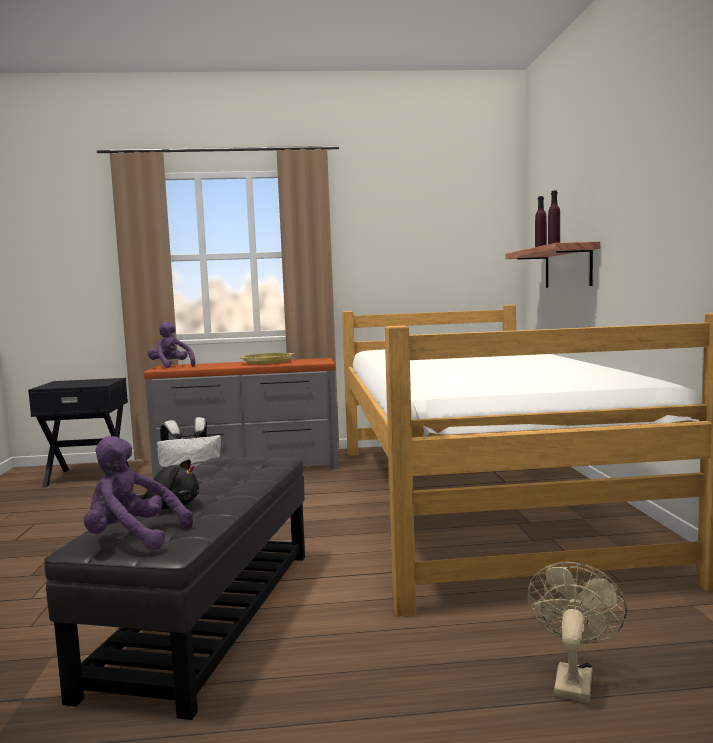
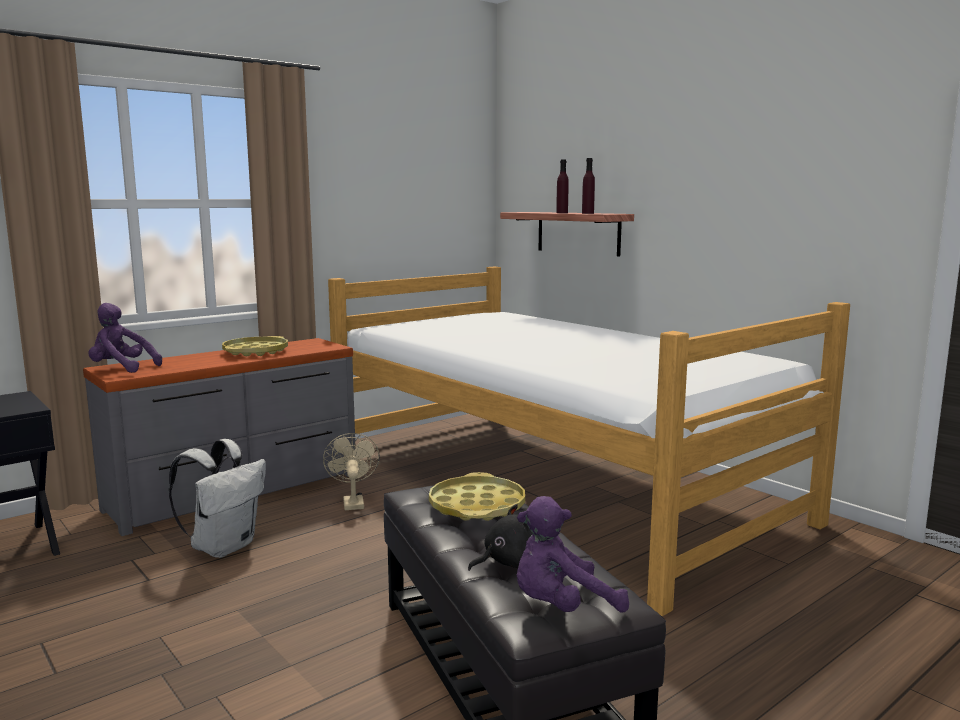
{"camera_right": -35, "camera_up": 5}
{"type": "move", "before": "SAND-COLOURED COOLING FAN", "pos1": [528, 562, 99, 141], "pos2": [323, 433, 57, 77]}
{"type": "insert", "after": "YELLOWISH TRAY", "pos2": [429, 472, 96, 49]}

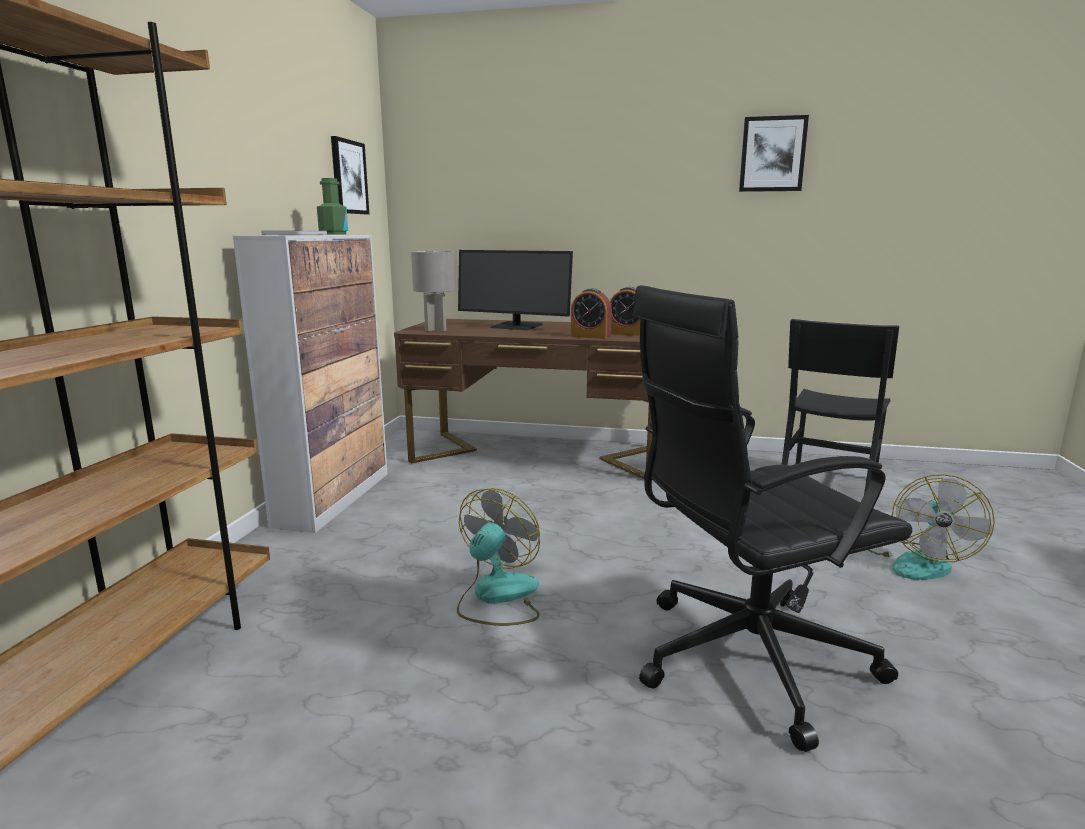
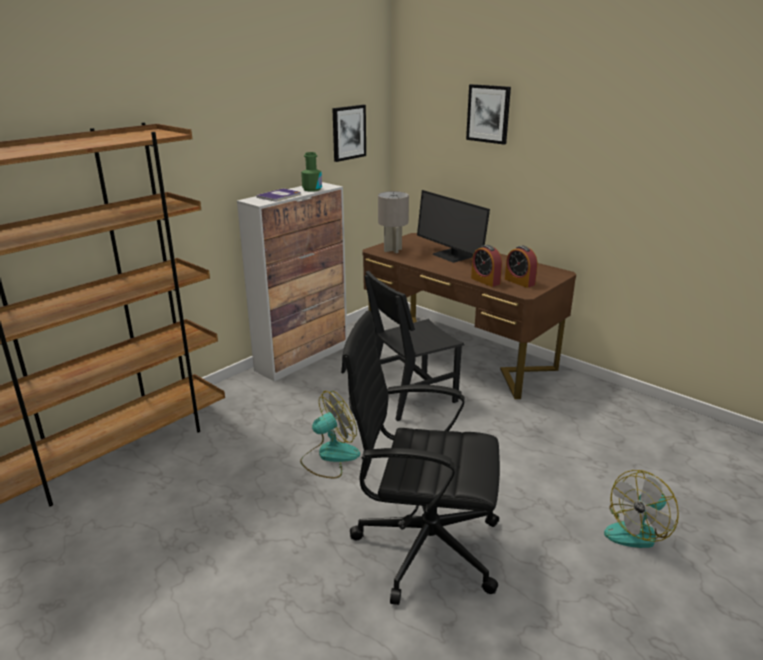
{"camera_right": 30, "camera_up": 10}
{"type": "move", "before": "WALL PICTURE", "pos1": [739, 115, 70, 77], "pos2": [466, 84, 45, 61]}
{"type": "move", "before": "BLACK-COLOURED UPRIGHT CHAIR", "pos1": [781, 319, 118, 175], "pos2": [364, 271, 101, 150]}

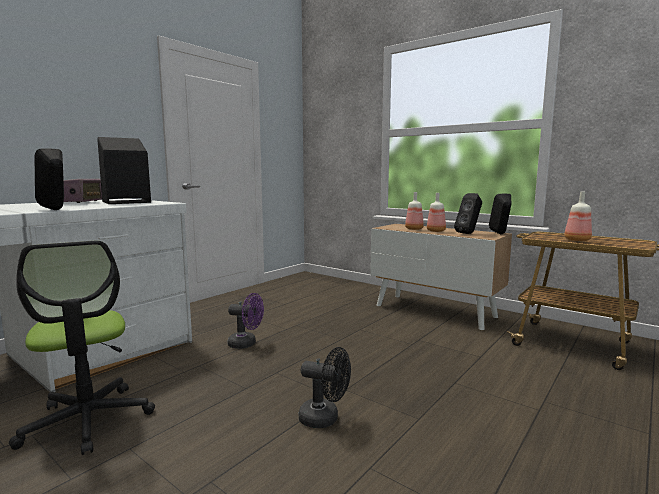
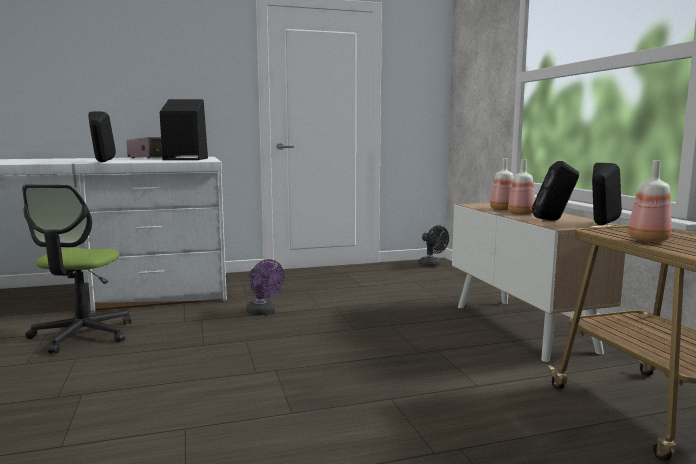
{"camera_right": 35, "camera_up": 0}
{"type": "move", "before": "BLACK-COLOURED COOLING FAN", "pos1": [299, 347, 52, 81], "pos2": [419, 225, 30, 42]}

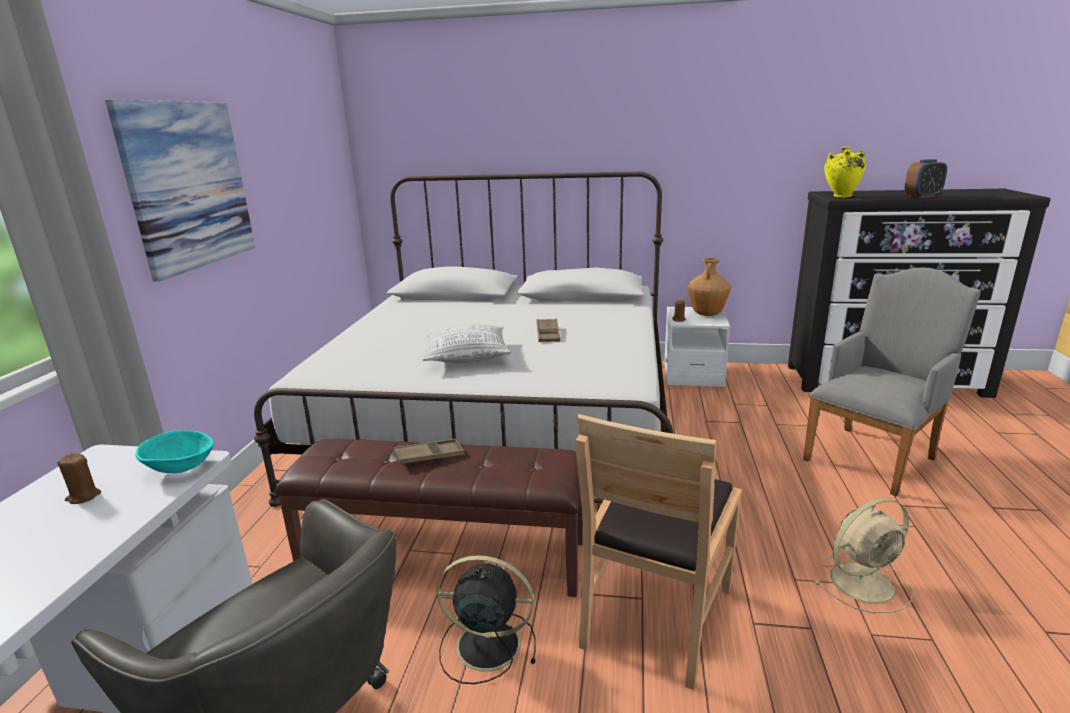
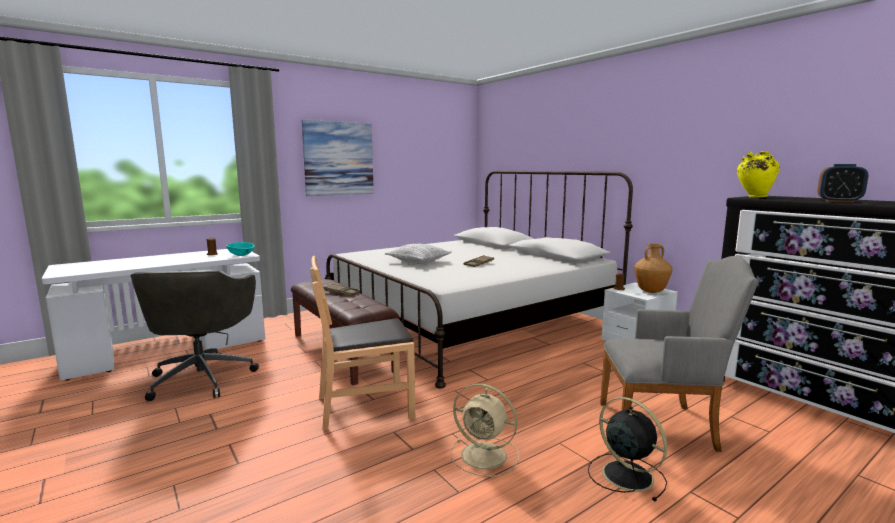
{"camera_right": 45, "camera_up": -10}
{"type": "move", "before": "BLACK-COLOURED COOLING FAN", "pos1": [437, 555, 98, 129], "pos2": [588, 397, 79, 104]}

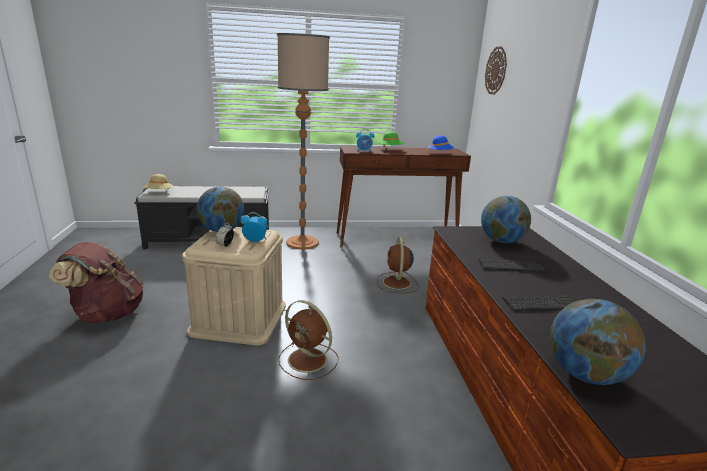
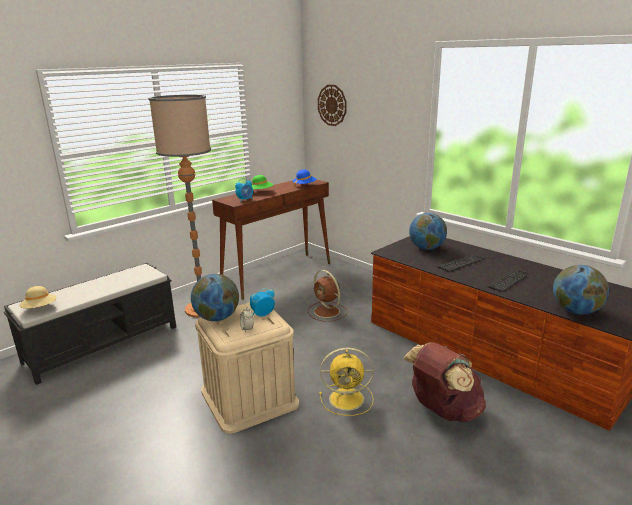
{"camera_right": -35, "camera_up": 0}
{"type": "move", "before": "BROWN BACKPACK", "pos1": [49, 242, 95, 81], "pos2": [403, 342, 83, 80]}
{"type": "recolor", "before": "BROWN COOLING FAN", "after": "YELLOWISH COOLING FAN", "pos1": [278, 300, 61, 80], "pos2": [319, 348, 55, 68]}

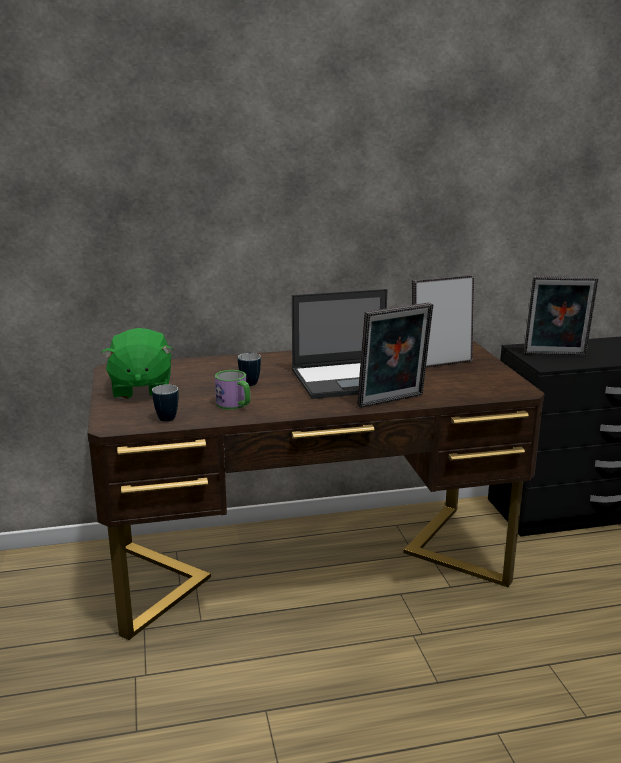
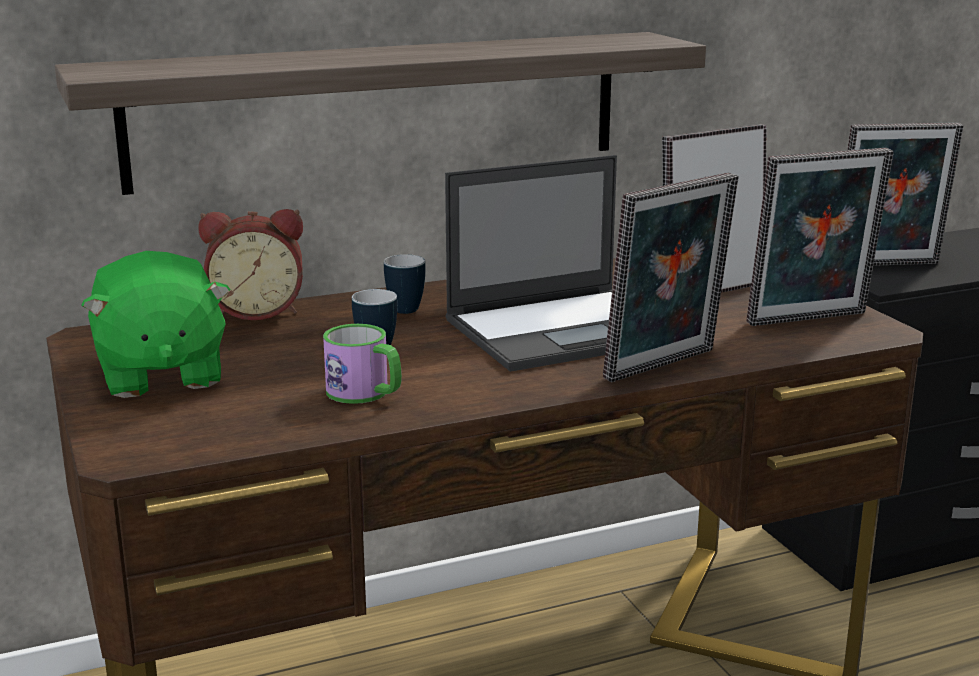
{"camera_right": -10, "camera_up": 0}
{"type": "move", "before": "TEA MUG", "pos1": [152, 384, 27, 38], "pos2": [384, 254, 42, 60]}
{"type": "insert", "after": "WALL SHELF", "pos2": [55, 32, 651, 163]}
{"type": "insert", "after": "PICTURE FRAME", "pos2": [747, 148, 147, 178]}
{"type": "insert", "after": "ALARM CLOCK", "pos2": [198, 209, 105, 111]}

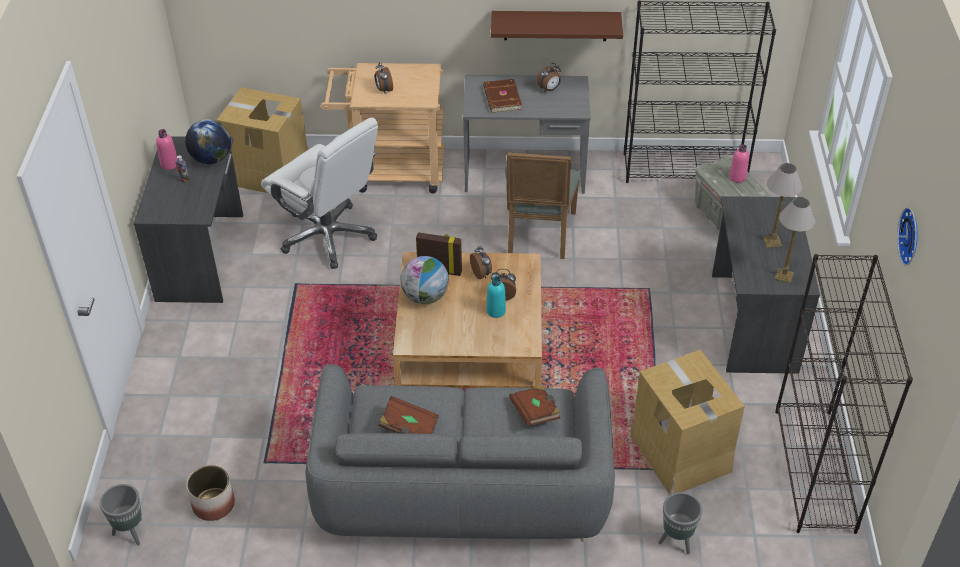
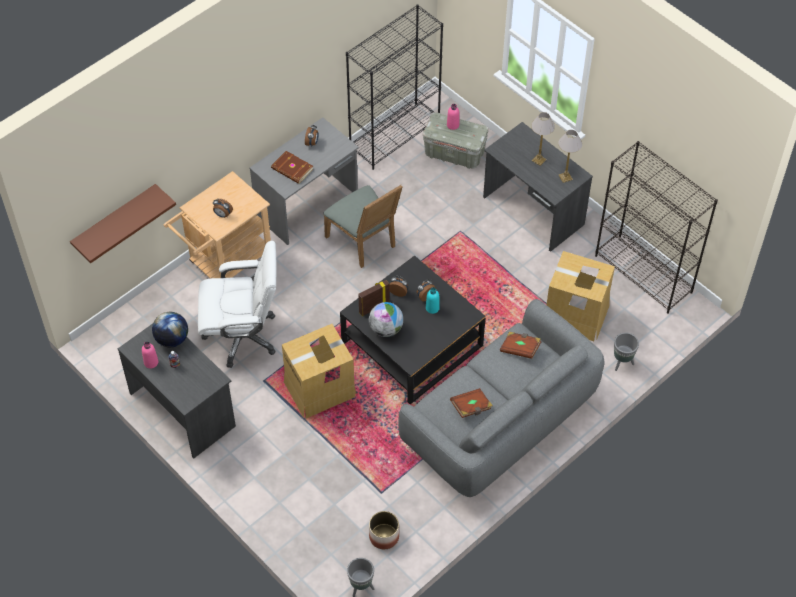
{"camera_right": -45, "camera_up": 10}
{"type": "move", "before": "BROWN WALL SHELF", "pos1": [491, 11, 132, 30], "pos2": [70, 184, 106, 79]}
{"type": "move", "before": "CARDBOARD BOX", "pos1": [217, 87, 91, 106], "pos2": [282, 324, 74, 94]}
{"type": "delete", "before": "HANGING CLOCK", "pos1": [897, 207, 21, 59]}
{"type": "recolor", "before": "SAND-COLOURED LOW TABLE", "after": "BLACK-COLOURED LOW TABLE", "pos1": [393, 252, 149, 136], "pos2": [340, 255, 146, 149]}

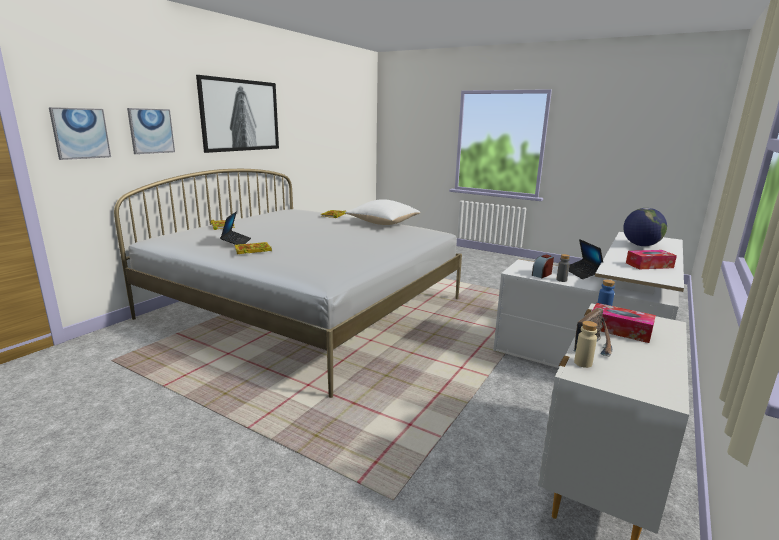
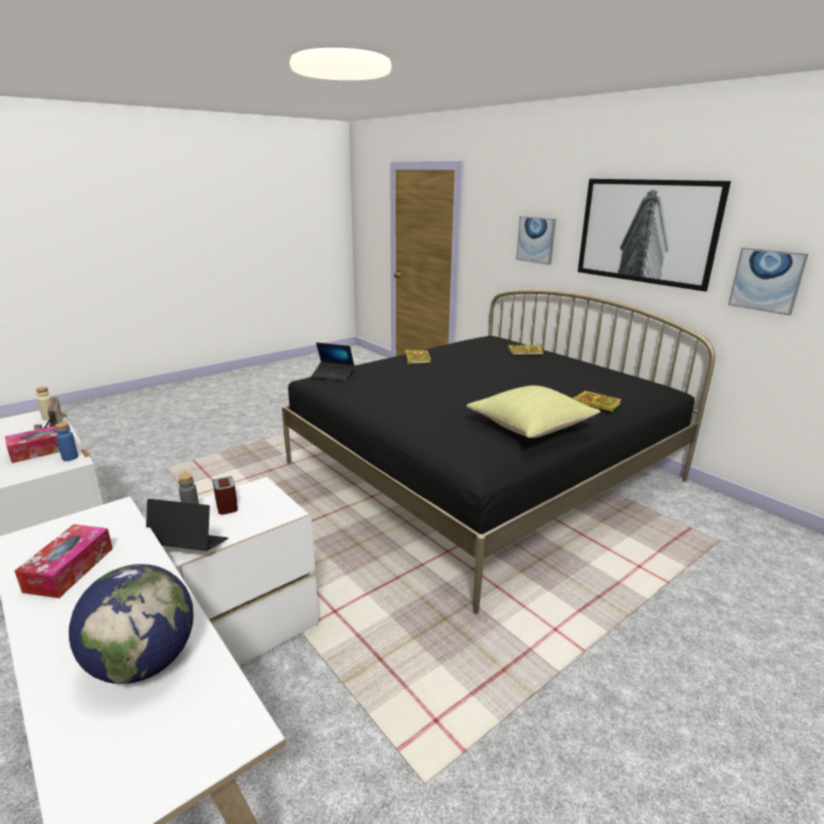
{"camera_right": 110, "camera_up": 5}
{"type": "move", "before": "WALL PICTURE", "pos1": [49, 107, 62, 53], "pos2": [728, 247, 80, 69]}
{"type": "recolor", "before": "WHITE-COLOURED SLEEPING BED", "after": "BLACK-COLOURED SLEEPING BED", "pos1": [114, 169, 348, 229], "pos2": [282, 290, 433, 324]}
{"type": "recolor", "before": "WHITE-COLOURED PILLOW", "after": "YELLOWISH PILLOW", "pos1": [345, 199, 75, 26], "pos2": [466, 386, 135, 52]}
{"type": "move", "before": "NOTEBOOK COMPUTER", "pos1": [220, 211, 31, 34], "pos2": [311, 342, 43, 39]}

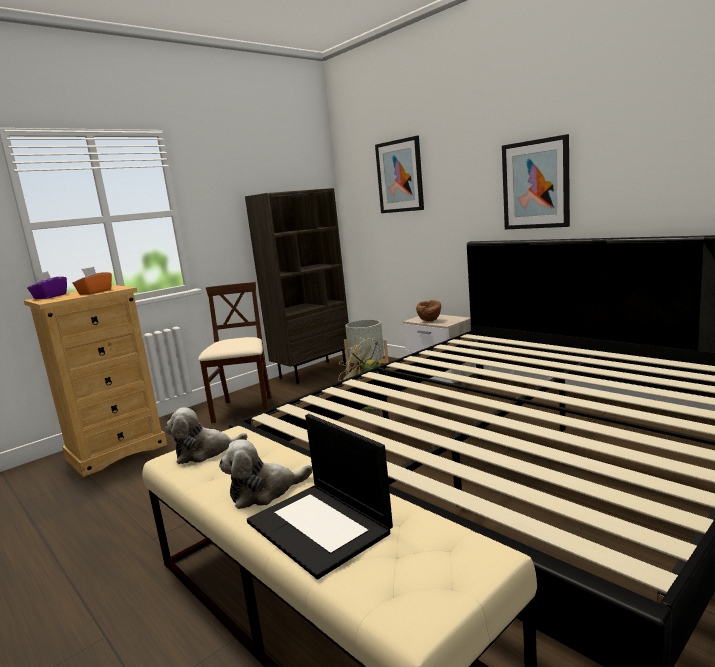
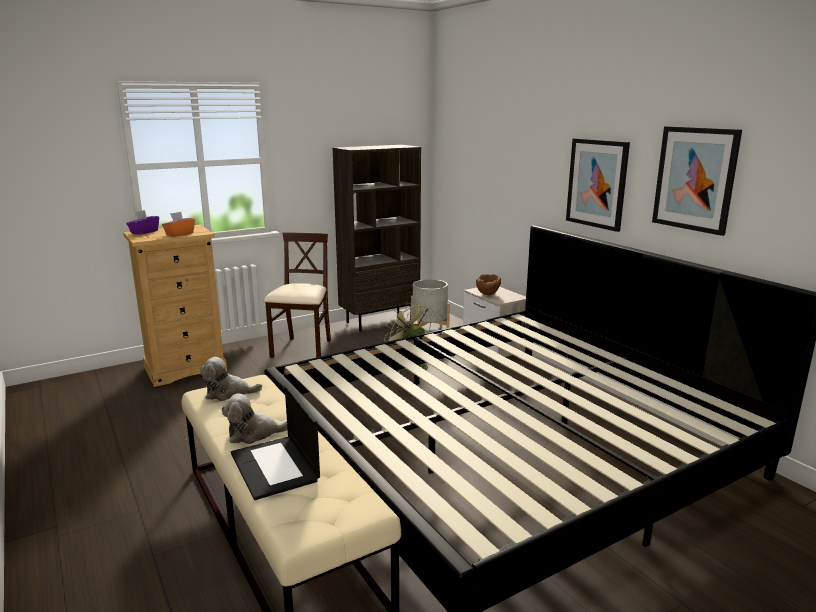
{"camera_right": 10, "camera_up": 5}
{"type": "move", "before": "WALL PICTURE", "pos1": [375, 136, 49, 77], "pos2": [652, 126, 90, 110]}

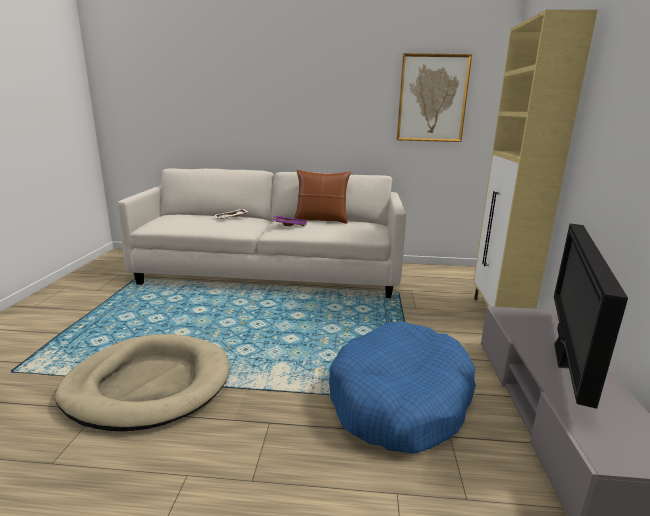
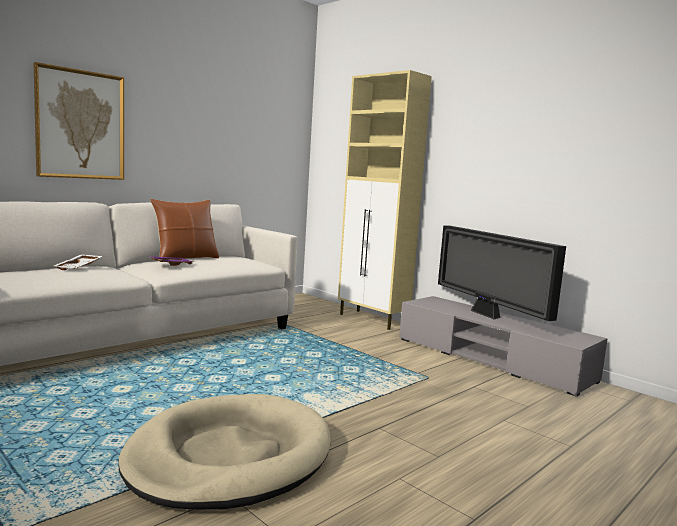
{"camera_right": -50, "camera_up": -10}
{"type": "move", "before": "WALL PICTURE", "pos1": [397, 53, 75, 89], "pos2": [34, 62, 90, 118]}
{"type": "delete", "before": "BLUE-COLOURED DOG BED", "pos1": [329, 321, 147, 133]}

